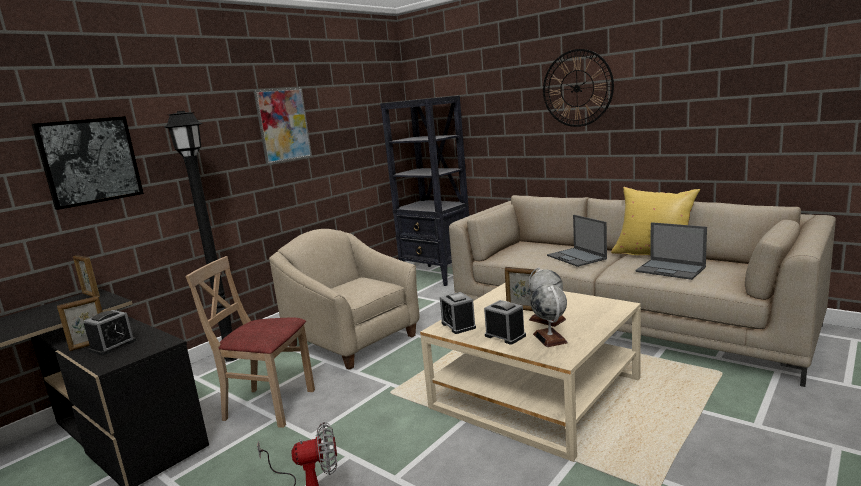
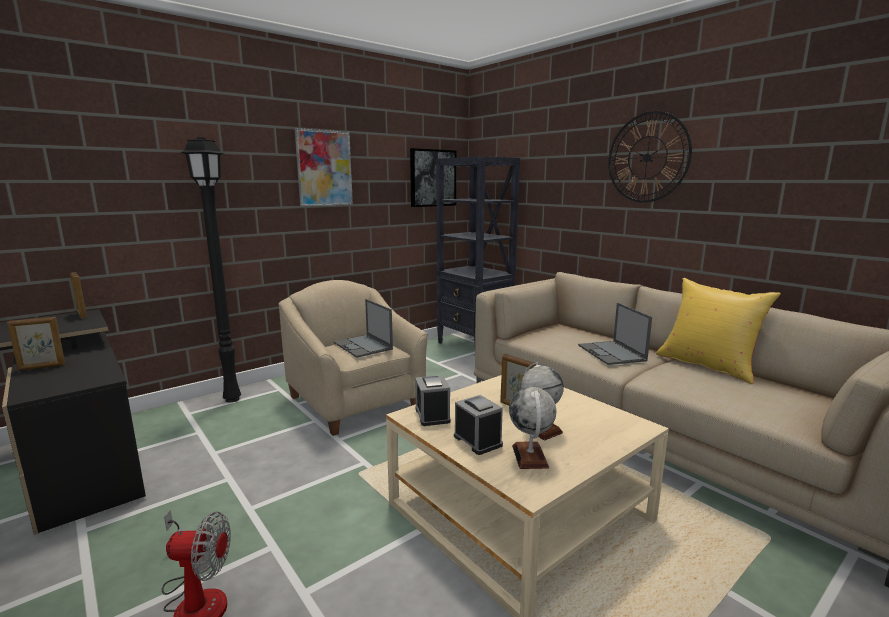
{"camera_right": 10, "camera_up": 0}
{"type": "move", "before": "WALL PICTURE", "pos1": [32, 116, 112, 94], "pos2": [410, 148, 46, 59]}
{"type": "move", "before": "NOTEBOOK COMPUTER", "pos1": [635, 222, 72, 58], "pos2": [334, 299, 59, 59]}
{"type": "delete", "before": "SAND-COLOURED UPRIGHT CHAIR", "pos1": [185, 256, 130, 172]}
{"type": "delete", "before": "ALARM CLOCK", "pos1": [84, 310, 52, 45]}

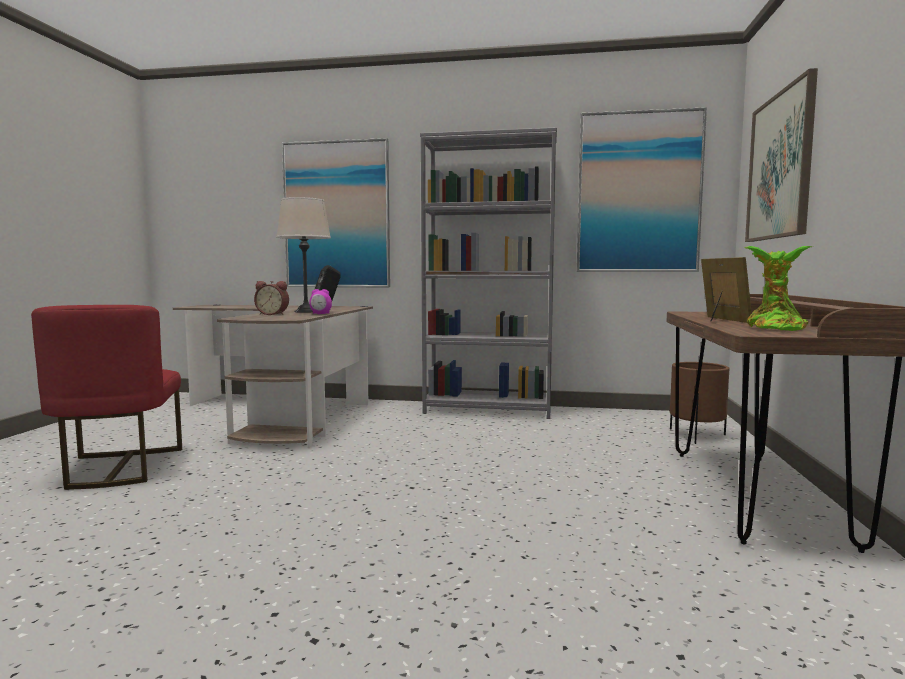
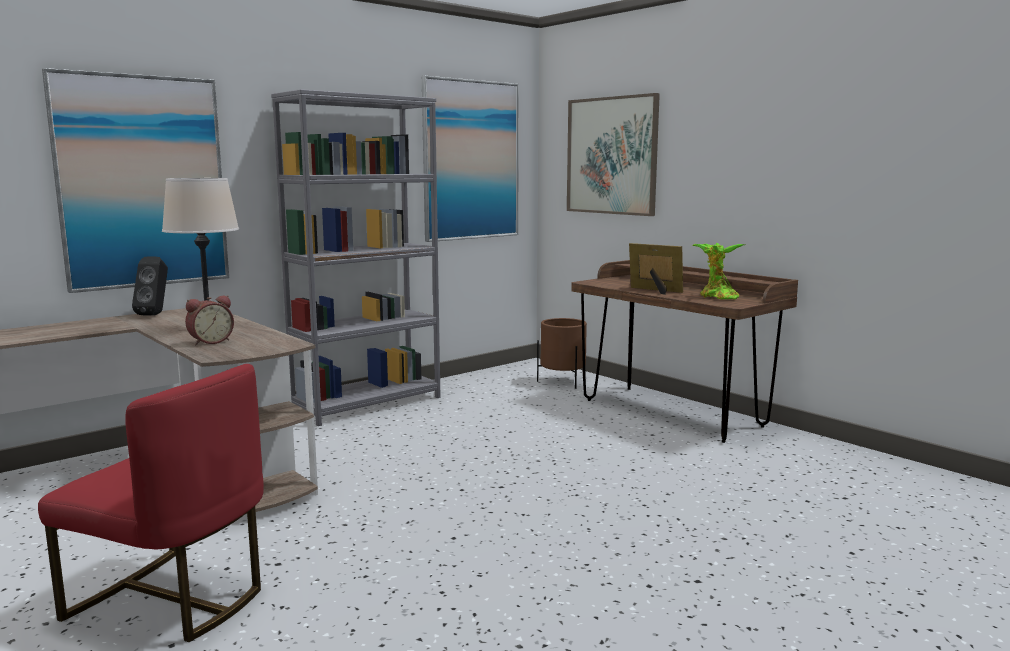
{"camera_right": -50, "camera_up": 5}
{"type": "delete", "before": "ALARM CLOCK", "pos1": [309, 289, 23, 25]}

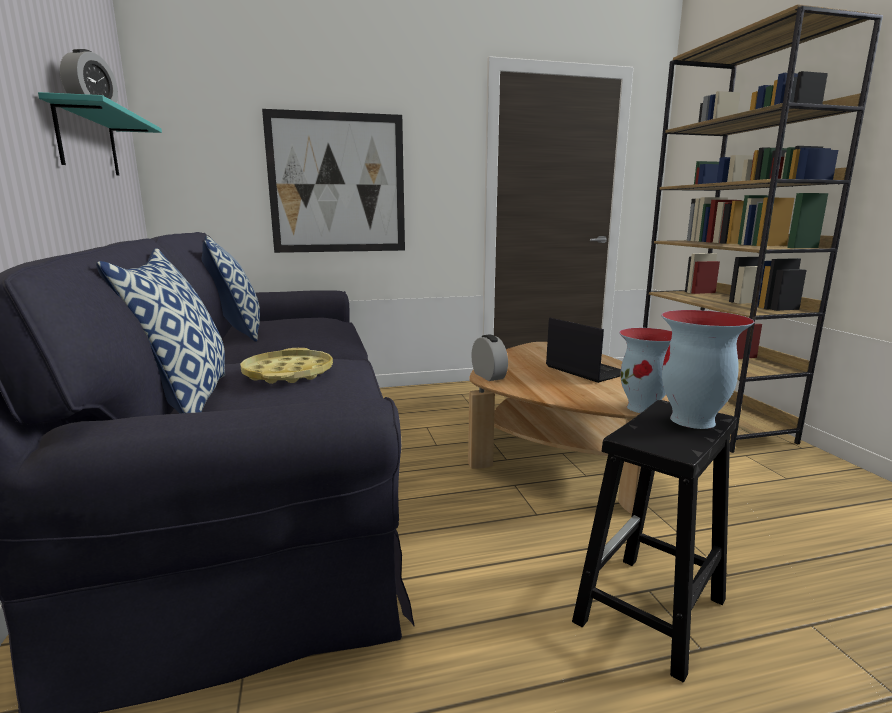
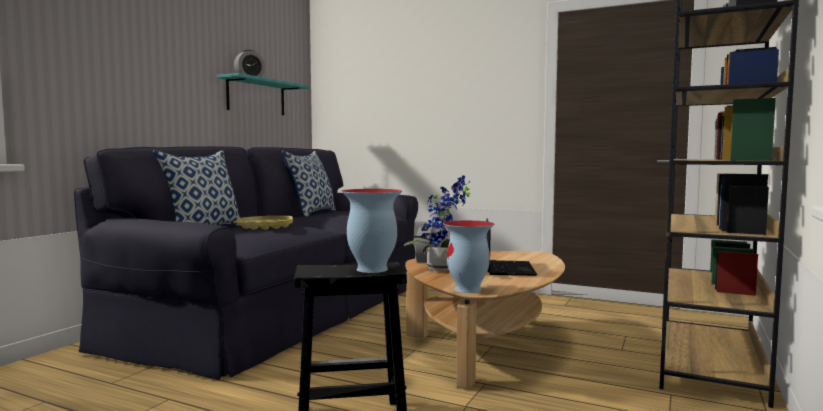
{"camera_right": 40, "camera_up": -10}
{"type": "delete", "before": "WALL PICTURE", "pos1": [262, 109, 143, 144]}
{"type": "insert", "after": "HOUSEPLANT", "pos2": [404, 175, 66, 96]}

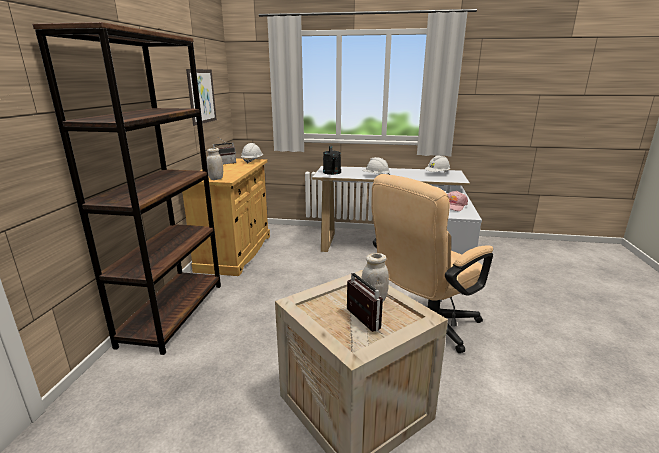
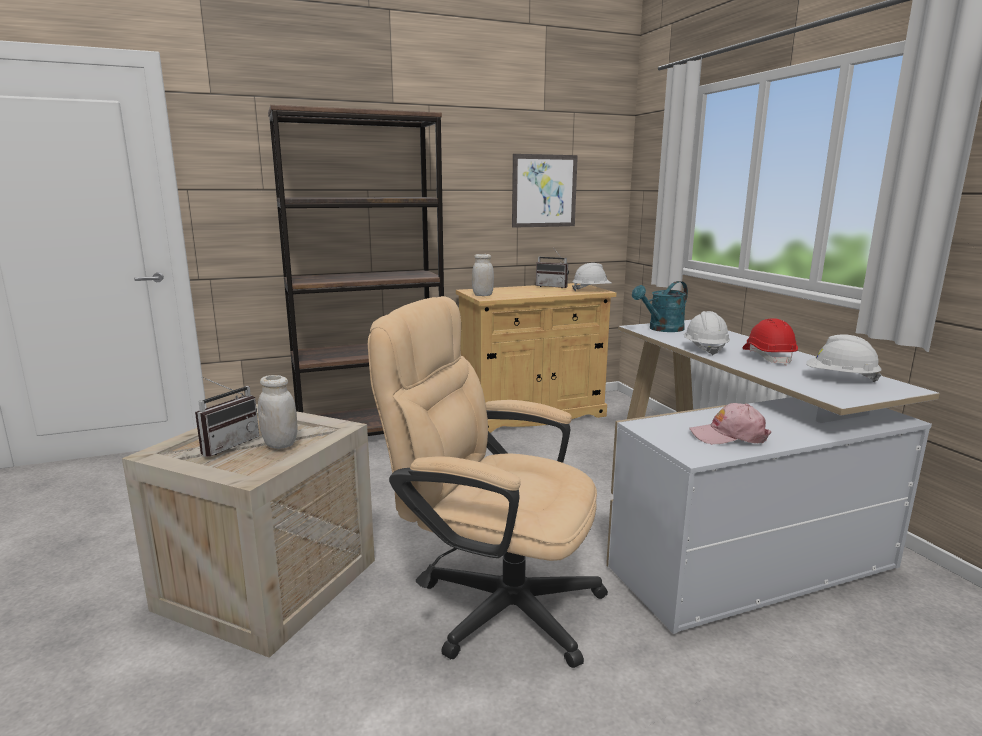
{"camera_right": 60, "camera_up": -5}
{"type": "recolor", "before": "BLACK-COLOURED WATERING POT", "after": "BLUE-GREEN WATERING POT", "pos1": [323, 145, 18, 30], "pos2": [632, 281, 56, 51]}
{"type": "insert", "after": "RED WORK HELMET", "pos2": [743, 318, 55, 47]}

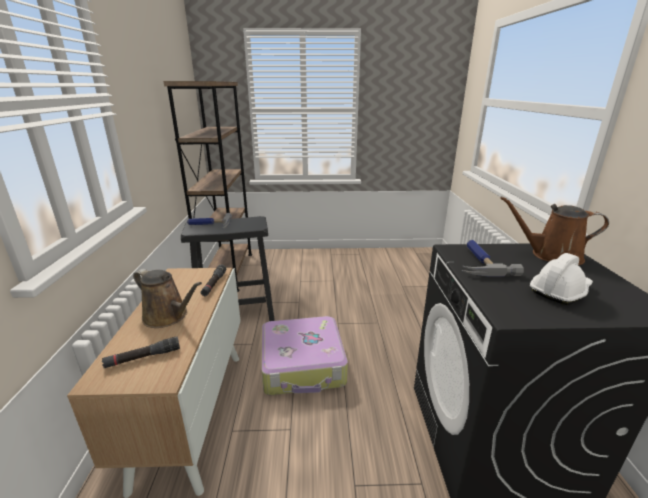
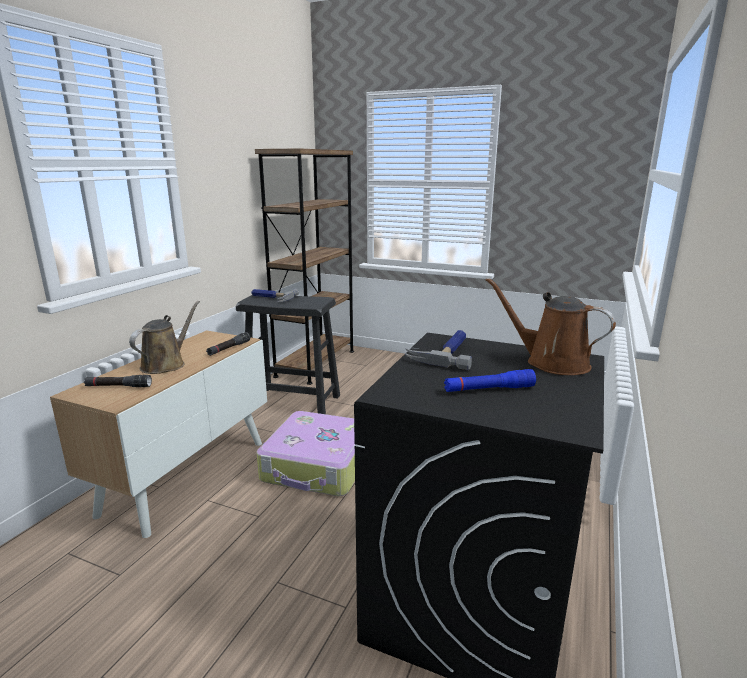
{"camera_right": 25, "camera_up": -5}
{"type": "replace", "before": "WHITE-COLOURED WORK HELMET", "after": "BLUE-COLOURED HAND TORCH", "pos1": [530, 253, 63, 52], "pos2": [444, 369, 92, 23]}
{"type": "rotate", "before": "BROWN WATERING POT", "pos1": [133, 269, 69, 59], "pos2": [129, 301, 71, 73], "turn": -120}

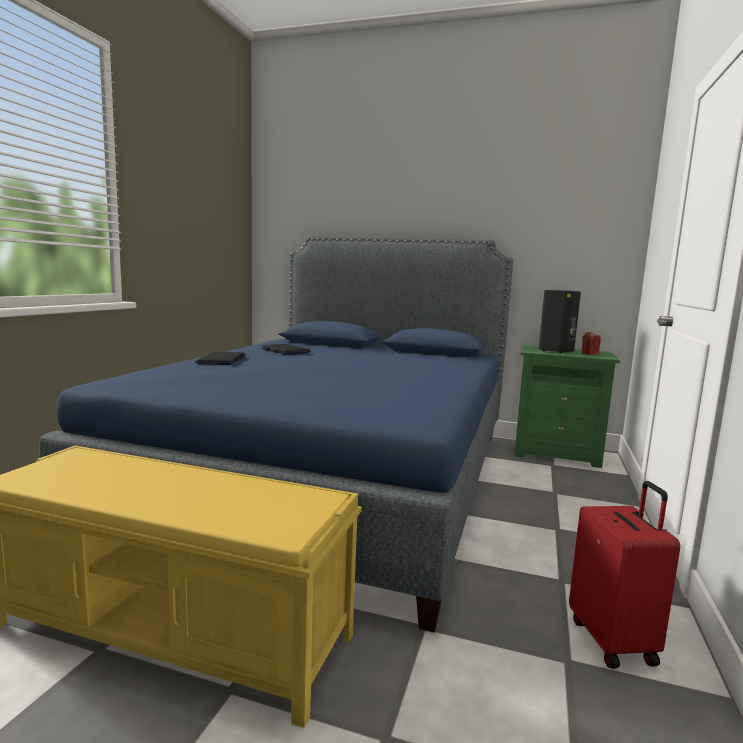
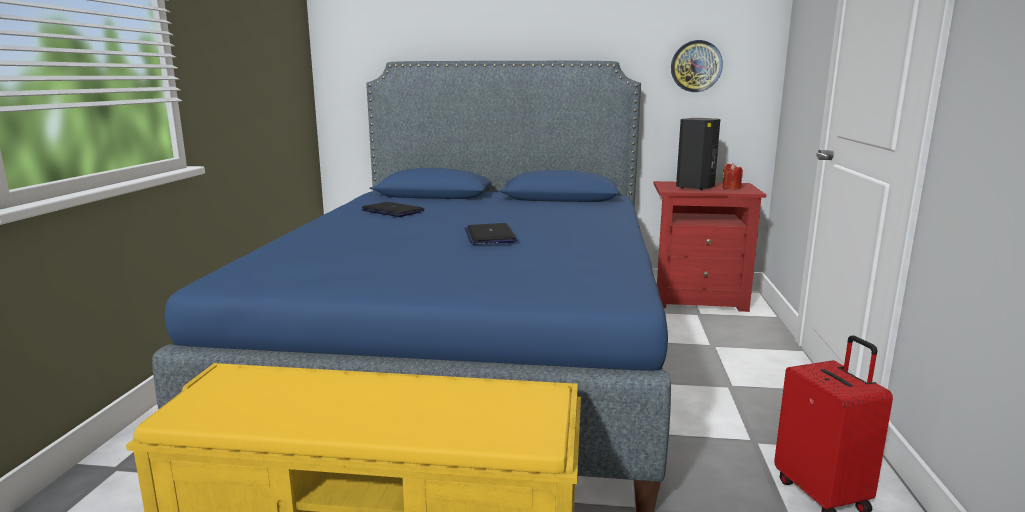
{"camera_right": -10, "camera_up": 5}
{"type": "recolor", "before": "GREENISH NIGHT TABLE", "after": "RED NIGHT TABLE", "pos1": [514, 345, 106, 123], "pos2": [654, 181, 112, 131]}
{"type": "move", "before": "NOTEBOOK COMPUTER", "pos1": [195, 352, 51, 13], "pos2": [465, 223, 52, 22]}
{"type": "insert", "after": "HANGING CLOCK", "pos2": [671, 40, 52, 52]}

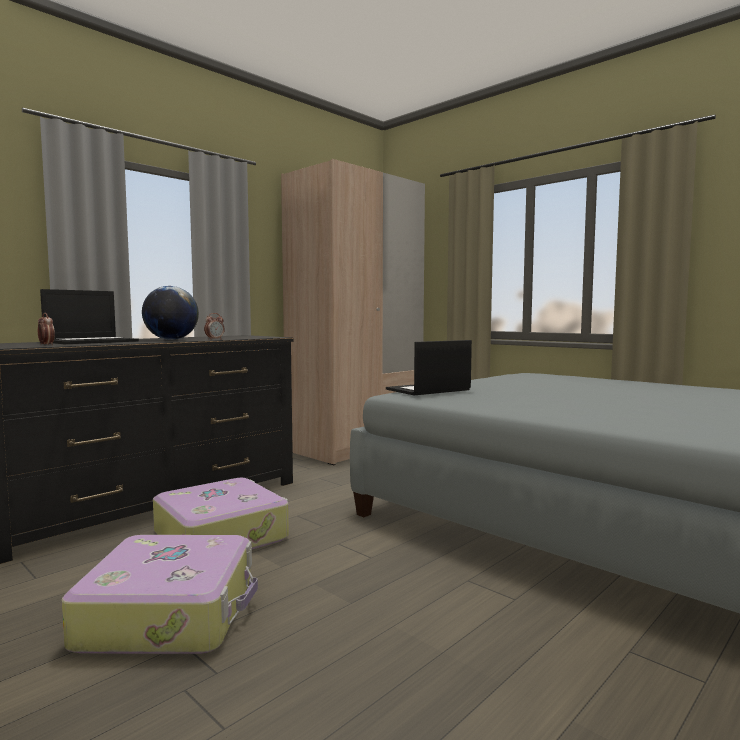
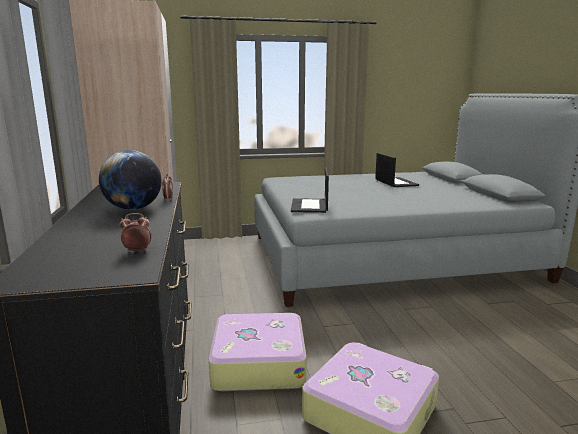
{"camera_right": -55, "camera_up": 10}
{"type": "move", "before": "NOTEBOOK COMPUTER", "pos1": [40, 289, 99, 55], "pos2": [375, 153, 44, 34]}

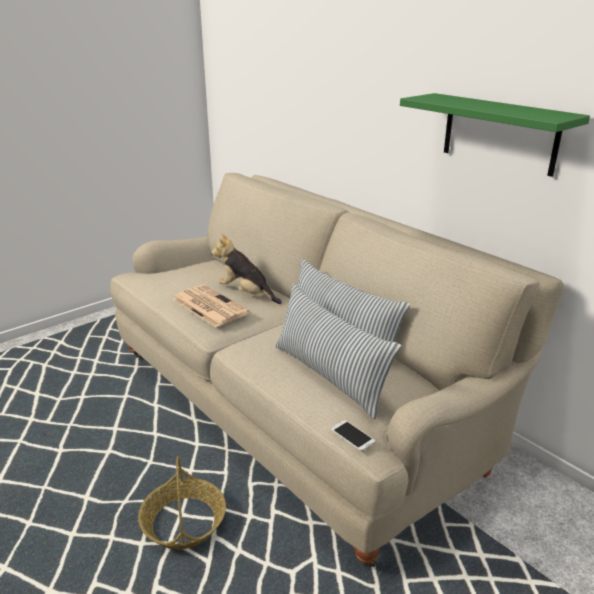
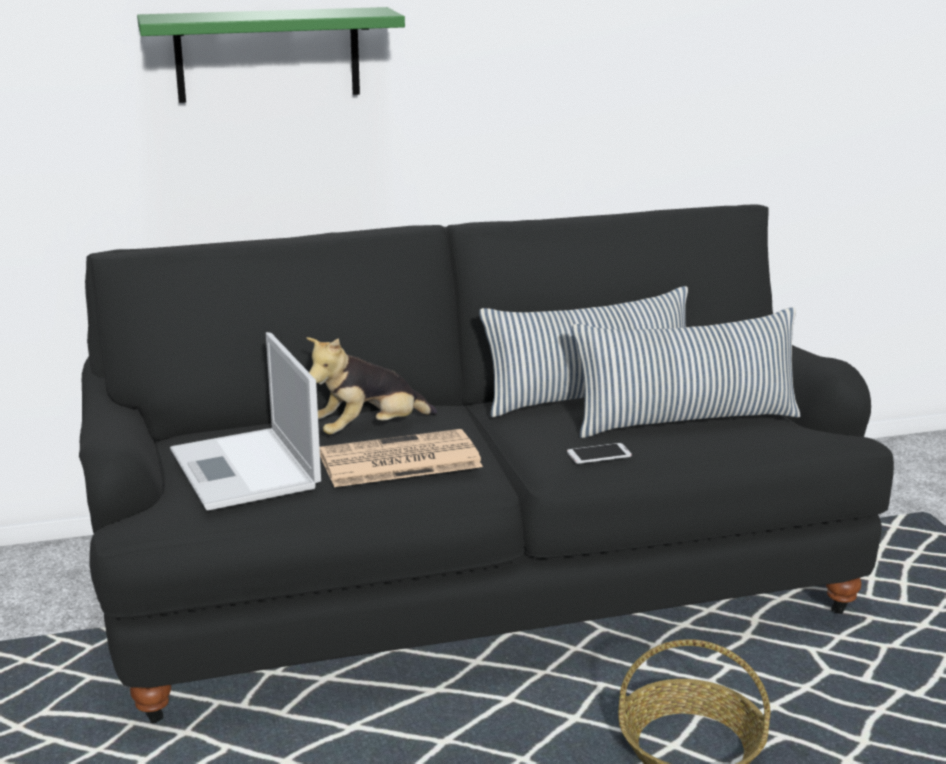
{"camera_right": -65, "camera_up": -5}
{"type": "move", "before": "GREENISH WALL SHELF", "pos1": [400, 93, 190, 84], "pos2": [137, 7, 268, 96]}
{"type": "recolor", "before": "SAND-COLOURED COUCH", "after": "BLACK-COLOURED COUCH", "pos1": [110, 173, 454, 394], "pos2": [79, 204, 815, 519]}
{"type": "move", "before": "TELEPHONE", "pos1": [331, 420, 44, 31], "pos2": [567, 443, 65, 21]}
{"type": "insert", "after": "NOTEBOOK COMPUTER", "pos2": [170, 332, 151, 179]}

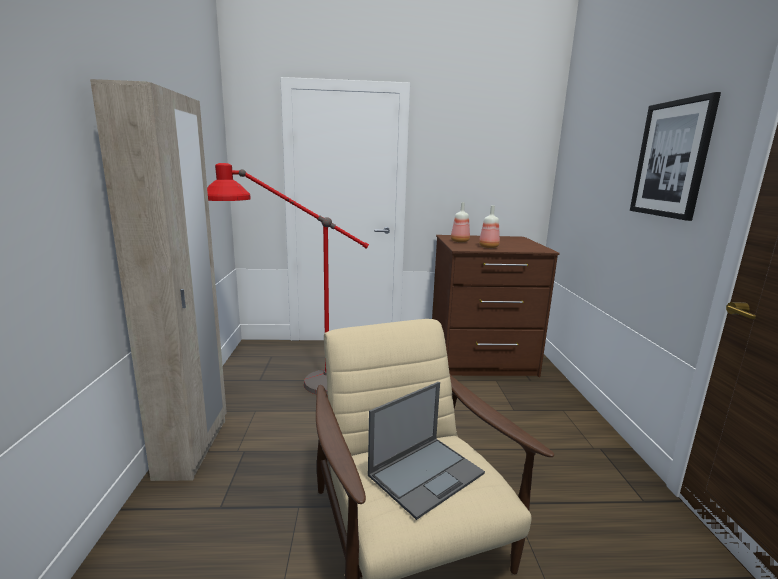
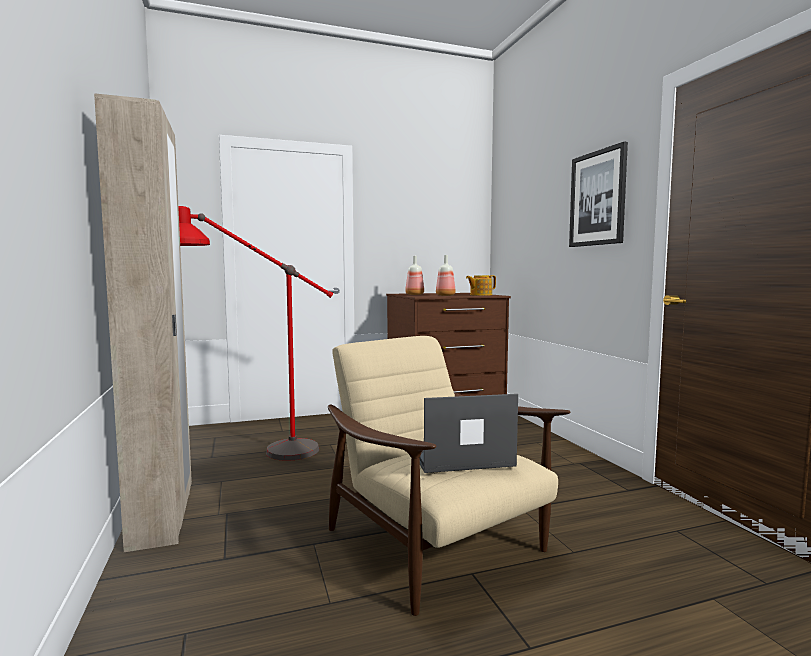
{"camera_right": -15, "camera_up": -10}
{"type": "rotate", "before": "NOTEBOOK COMPUTER", "pos1": [368, 382, 117, 138], "pos2": [420, 394, 98, 79], "turn": -135}
{"type": "insert", "after": "TEAPOT", "pos2": [466, 275, 30, 21]}

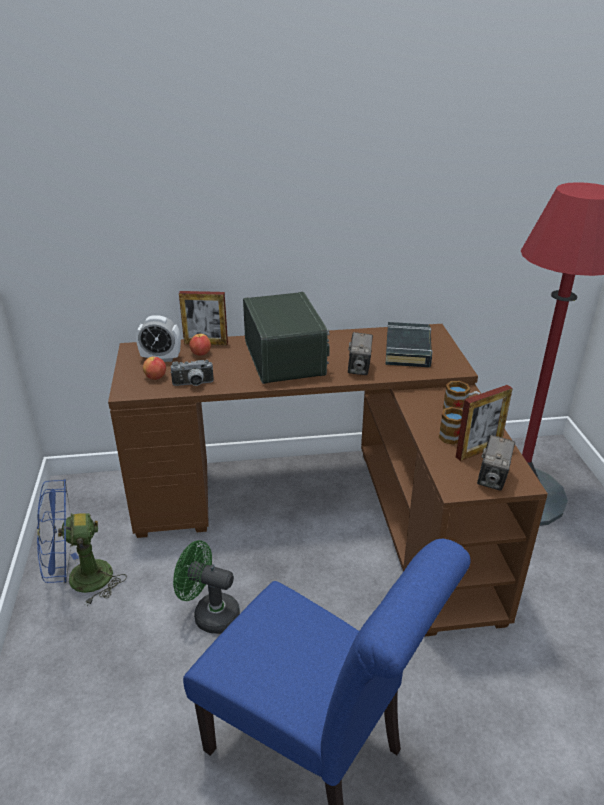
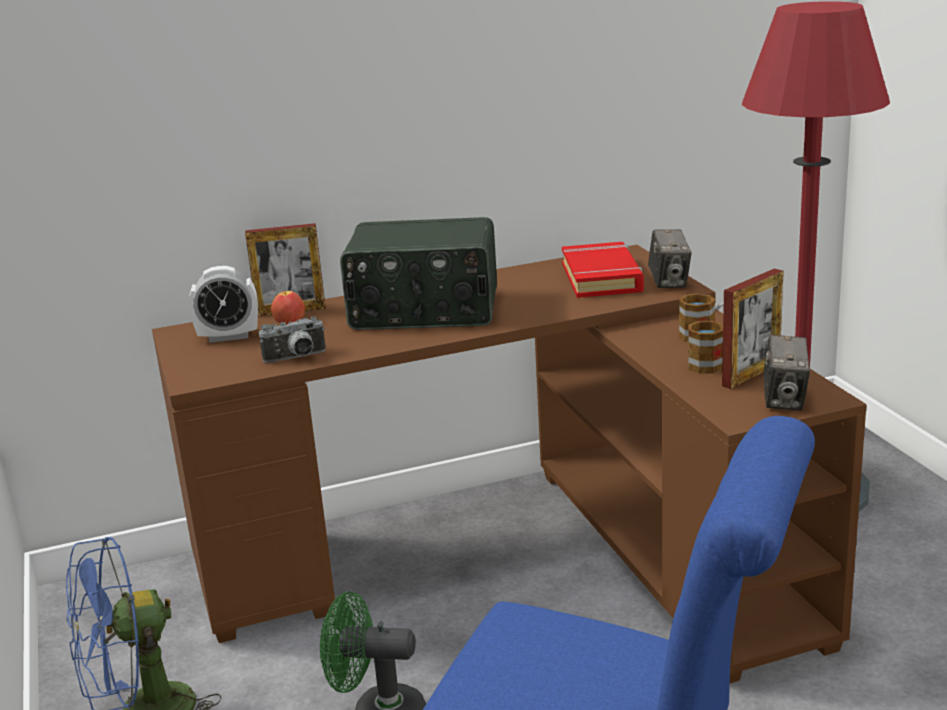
{"camera_right": -10, "camera_up": -10}
{"type": "rotate", "before": "RADIO RECEIVER", "pos1": [243, 292, 87, 92], "pos2": [340, 217, 157, 113], "turn": 120}
{"type": "recolor", "before": "BLACK-COLOURED VOLUME", "after": "RED VOLUME", "pos1": [386, 322, 47, 45], "pos2": [562, 242, 82, 56]}
{"type": "move", "before": "PHOTO CAMERA", "pos1": [348, 332, 25, 43], "pos2": [648, 229, 44, 59]}
{"type": "delete", "before": "APPLE", "pos1": [143, 357, 23, 23]}

